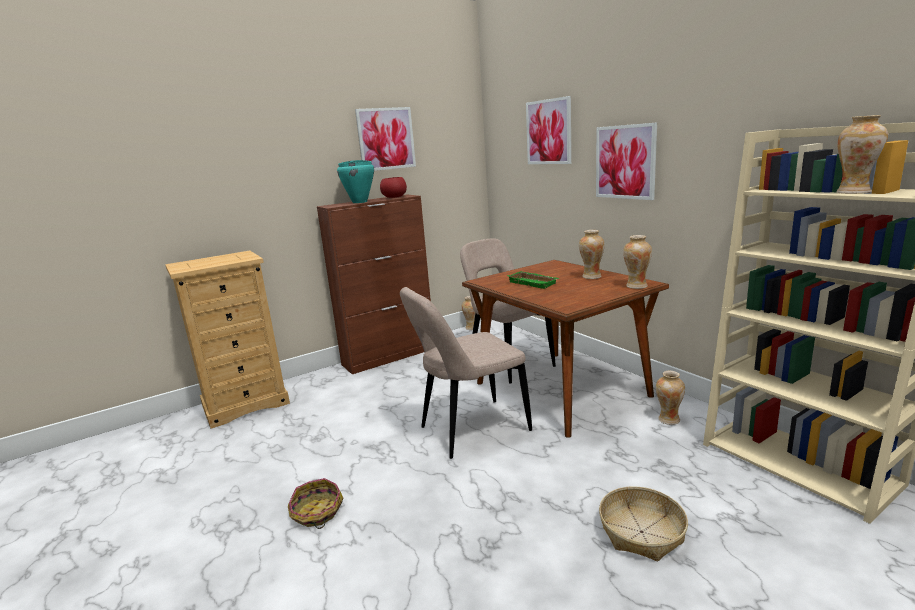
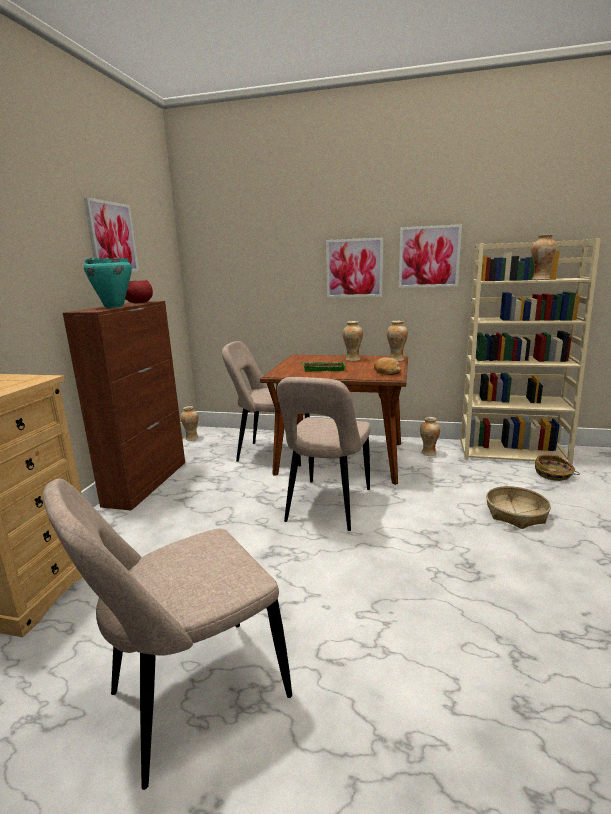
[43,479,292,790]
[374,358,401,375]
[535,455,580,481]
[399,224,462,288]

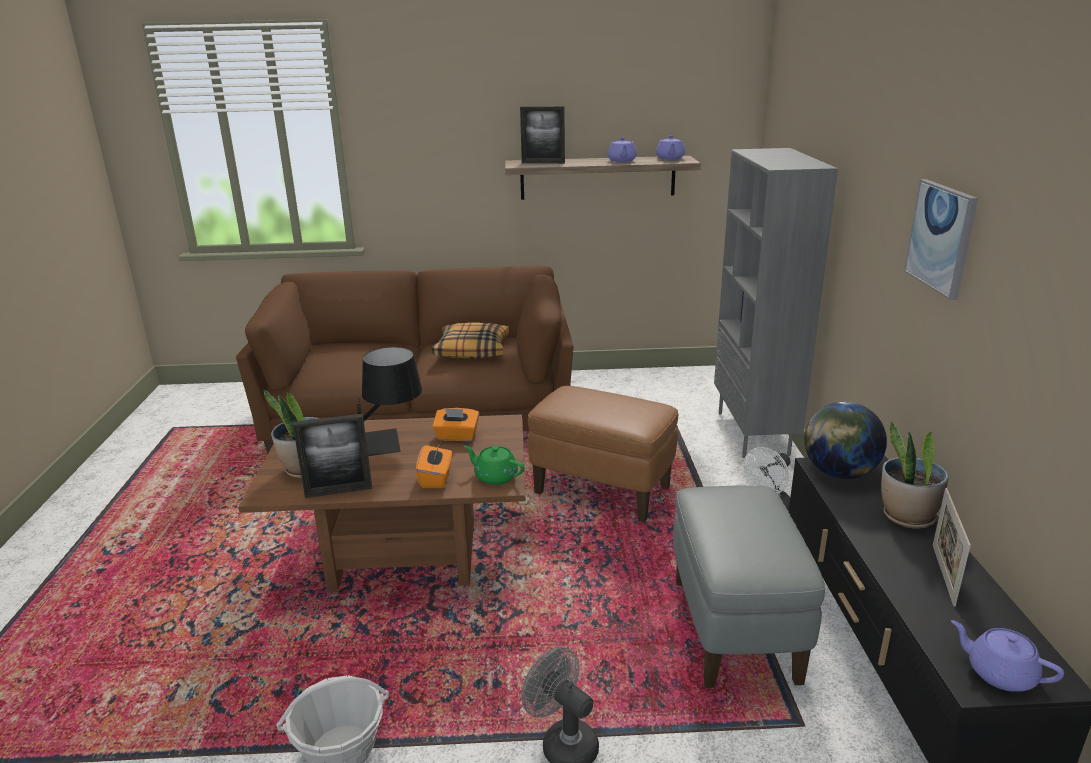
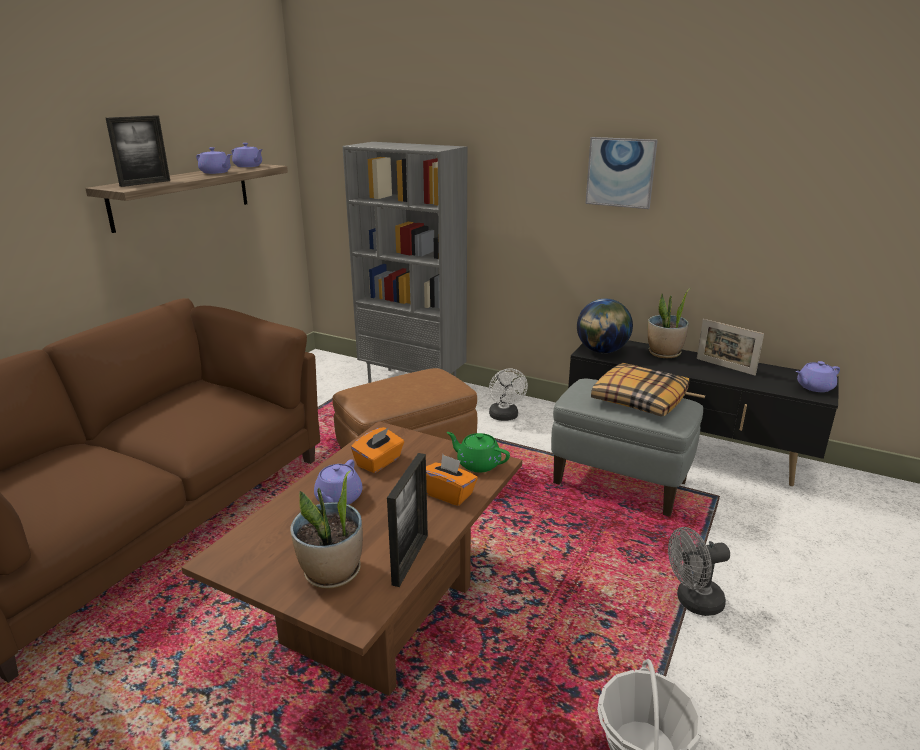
[591,363,689,417]
[314,459,363,505]
[446,432,510,472]

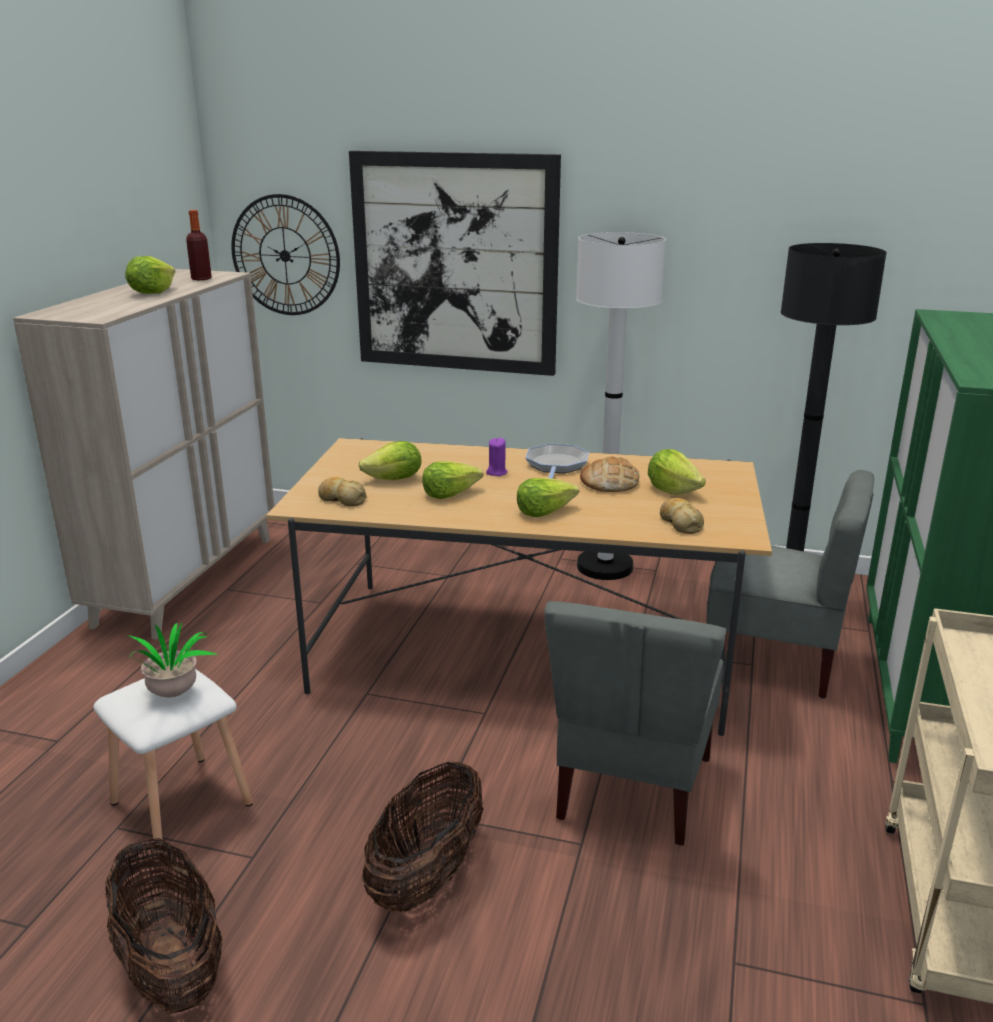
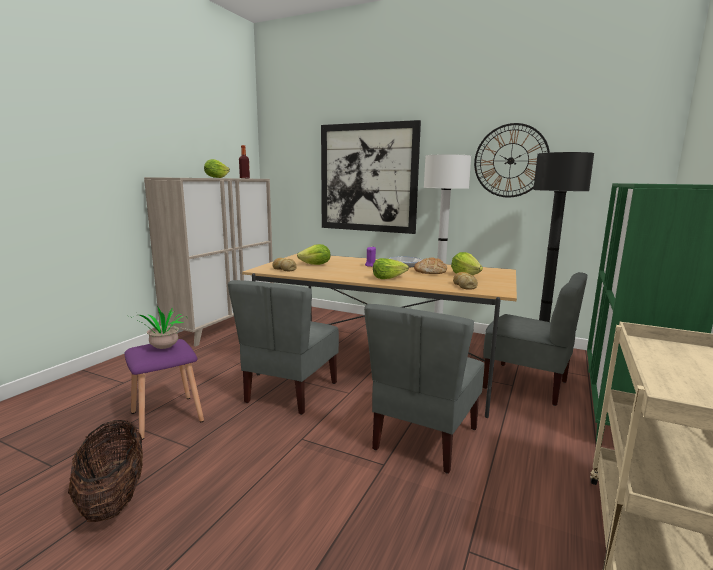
[362,762,483,913] (first image)
[422,461,483,499] (first image)
[228,280,339,415]
[474,123,550,197]
[124,339,204,440]

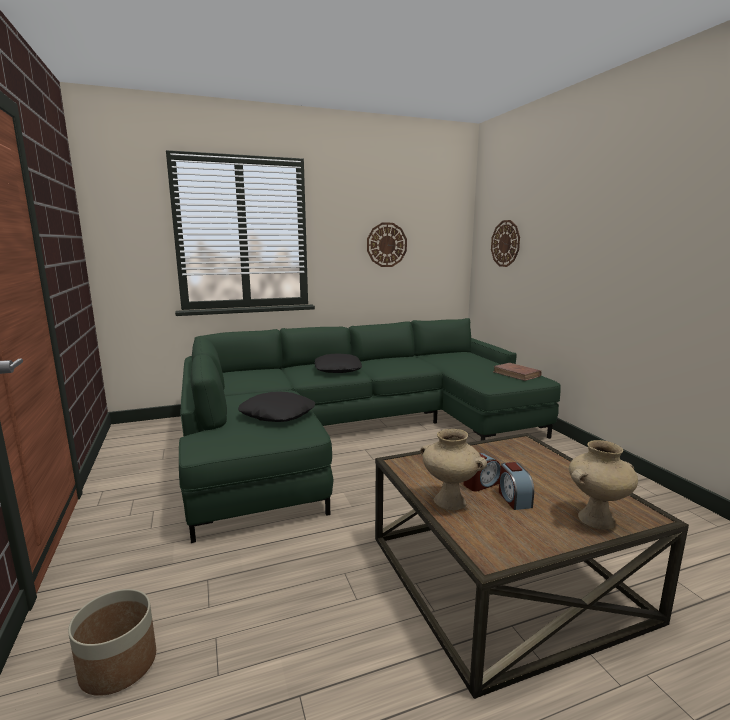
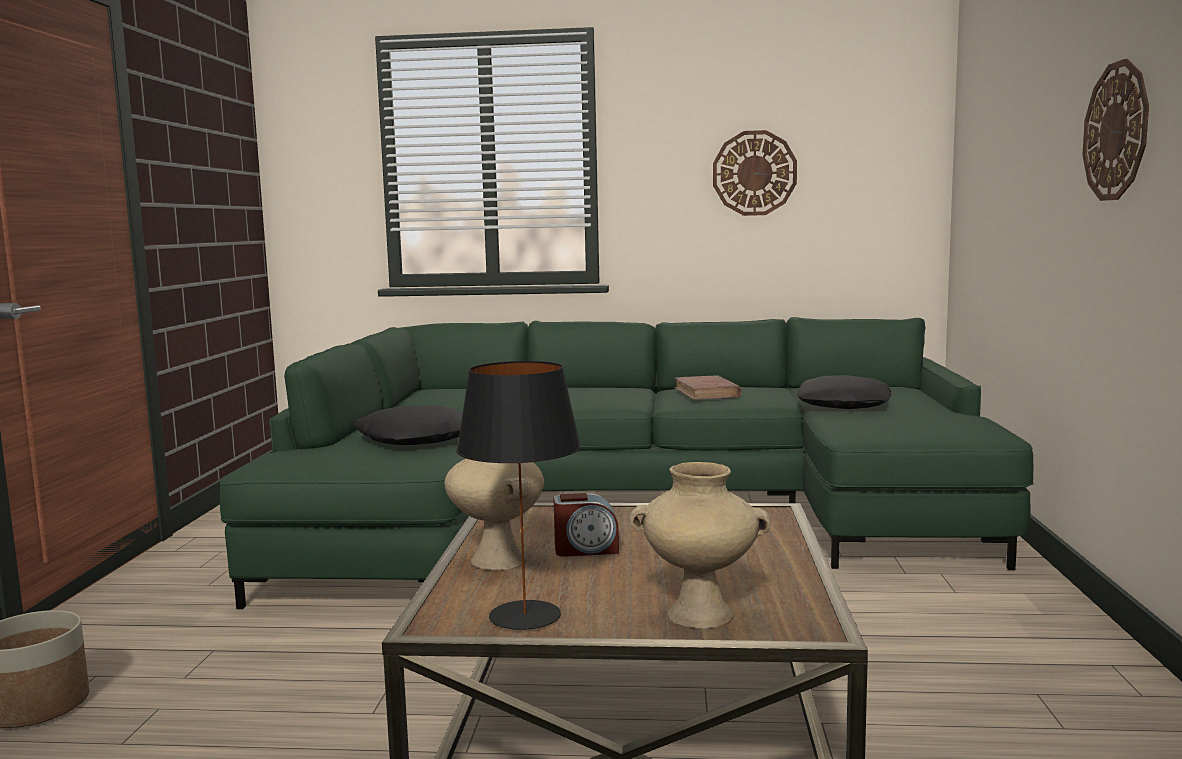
[499,462,534,510] (first image)
[456,361,581,630]
[797,375,892,409]
[1083,59,1149,201]
[674,375,741,400]

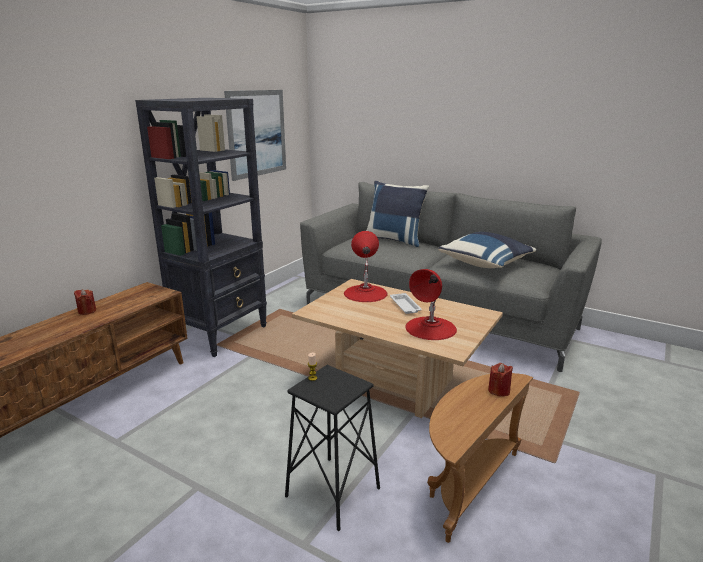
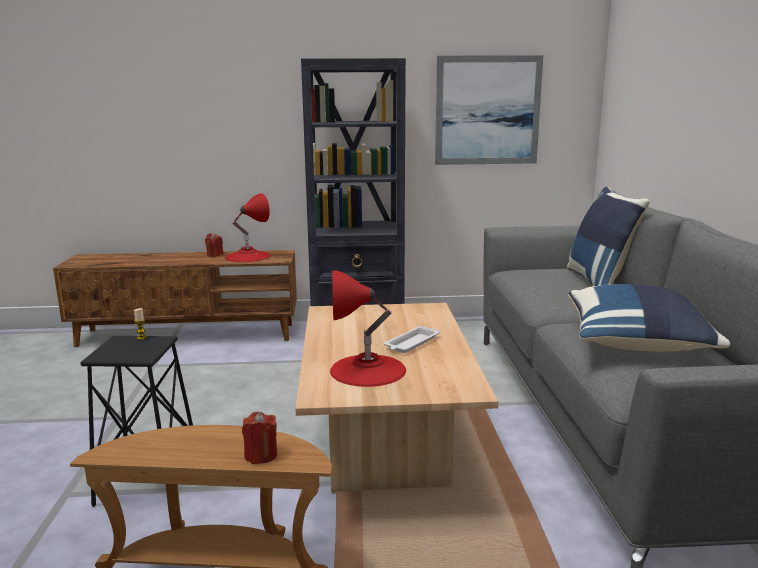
[225,193,271,262]

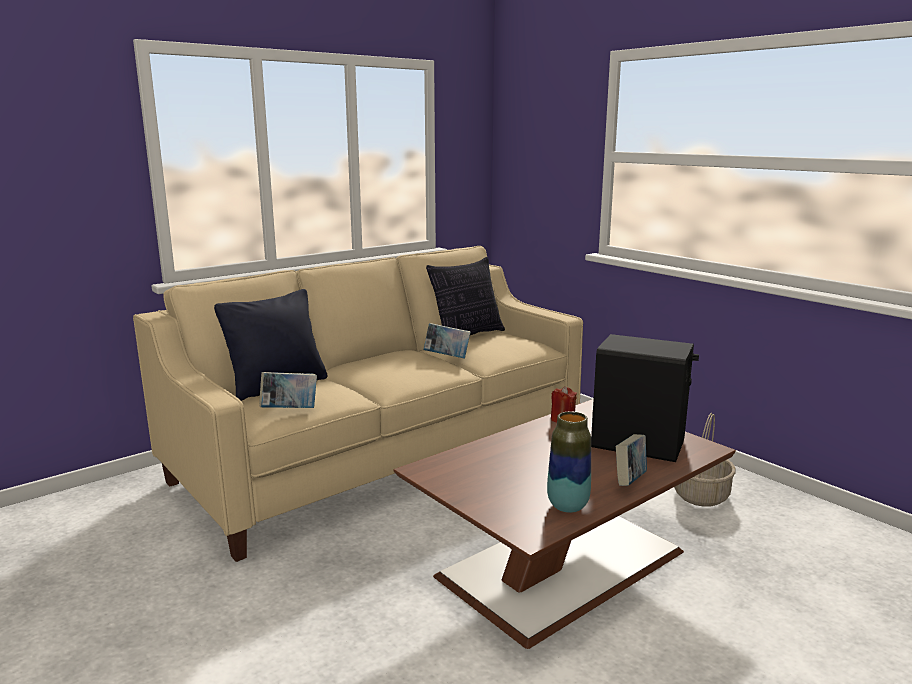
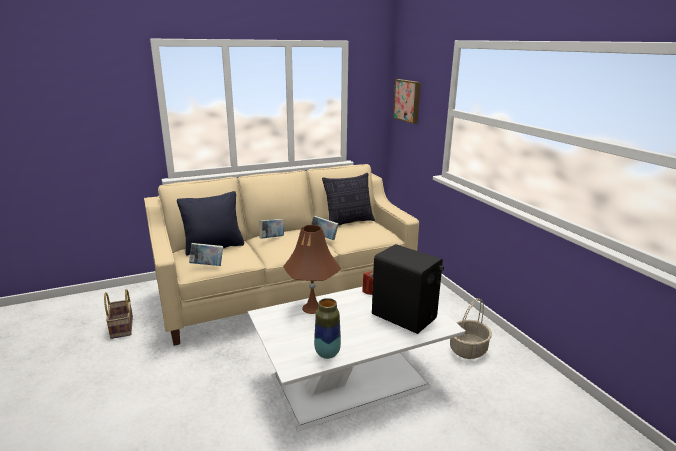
[104,289,133,339]
[283,225,341,314]
[393,79,421,124]
[259,219,284,239]
[248,287,466,431]

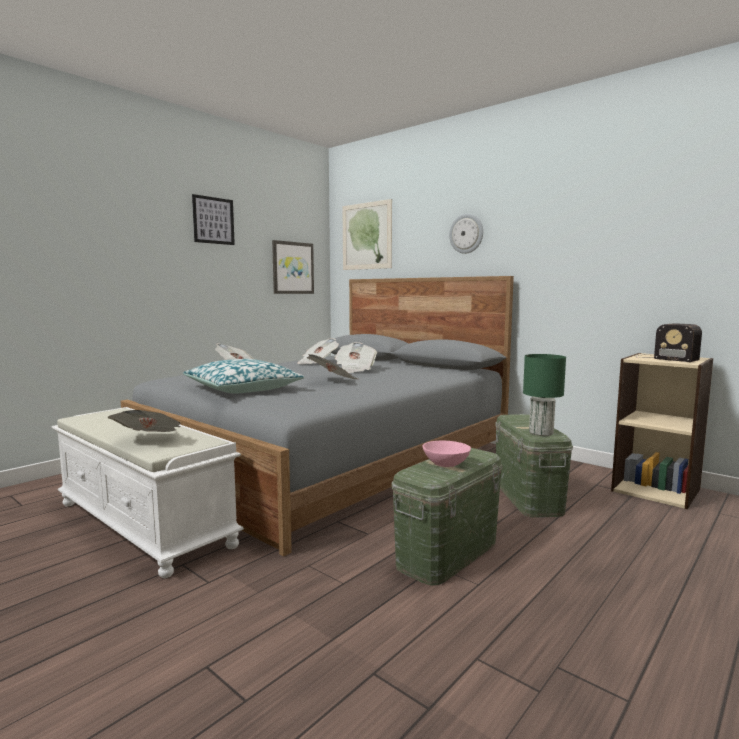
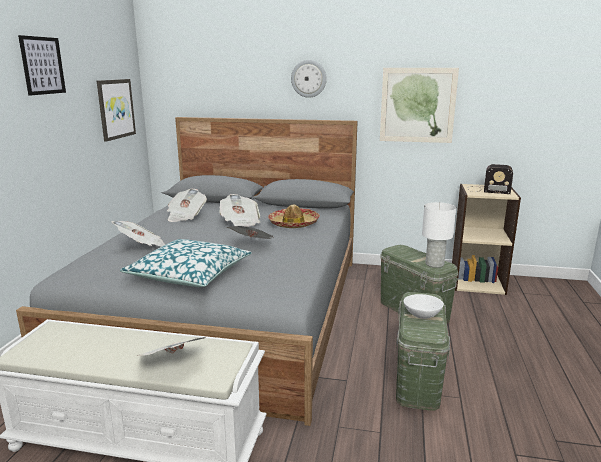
[268,205,320,228]
[380,68,459,143]
[404,294,444,319]
[422,202,456,268]

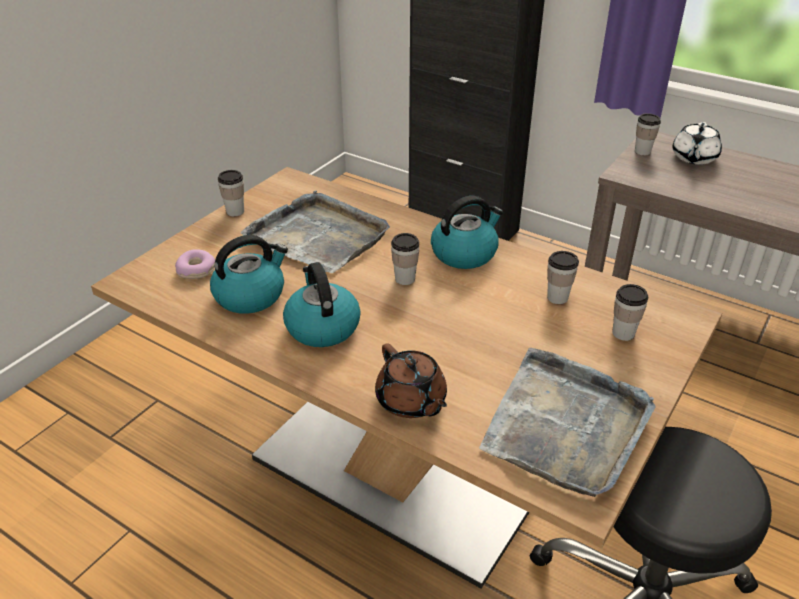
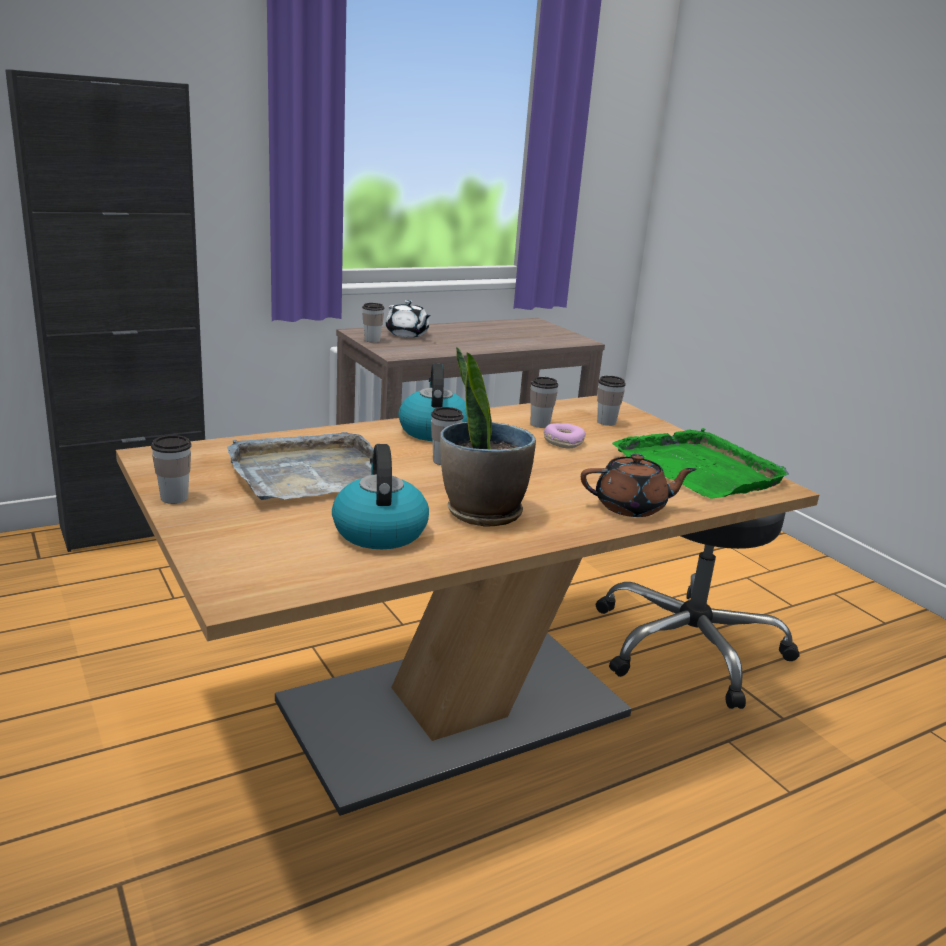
[544,423,586,449]
[440,347,536,526]
[612,428,789,498]

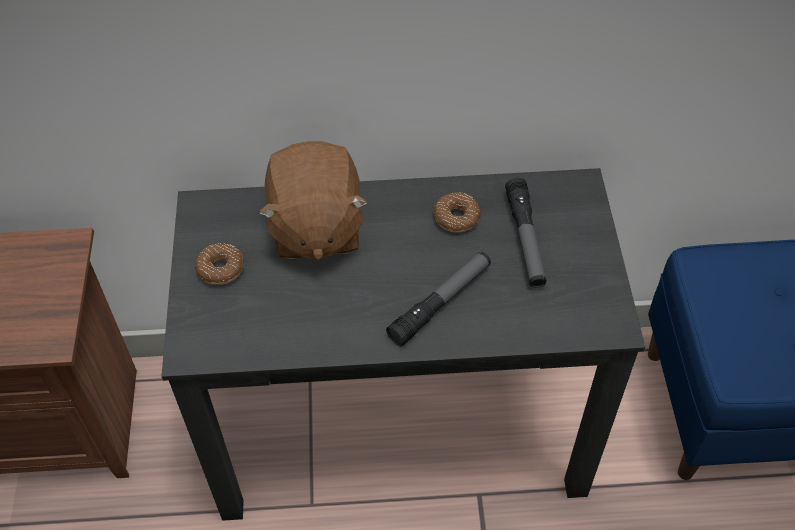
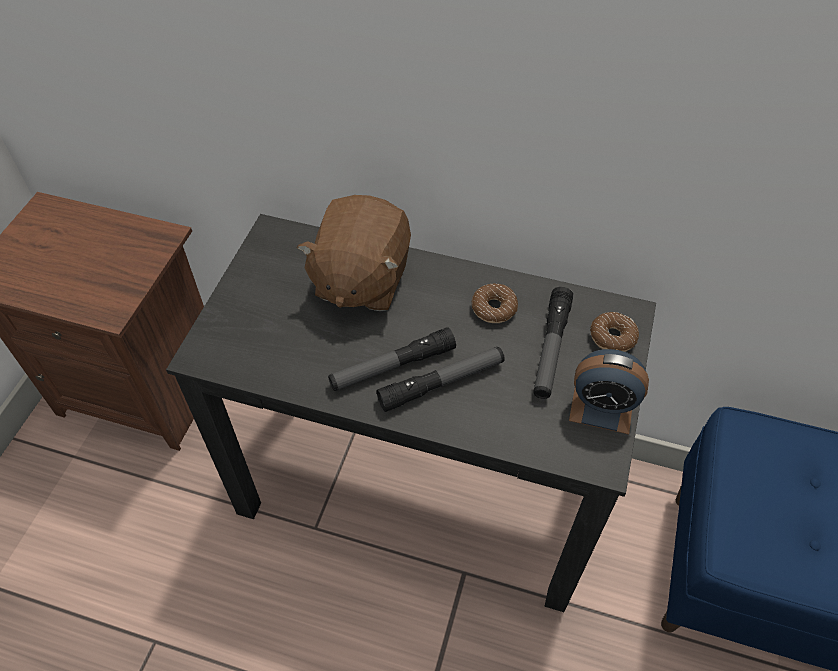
[328,327,456,391]
[569,349,649,434]
[590,312,639,352]

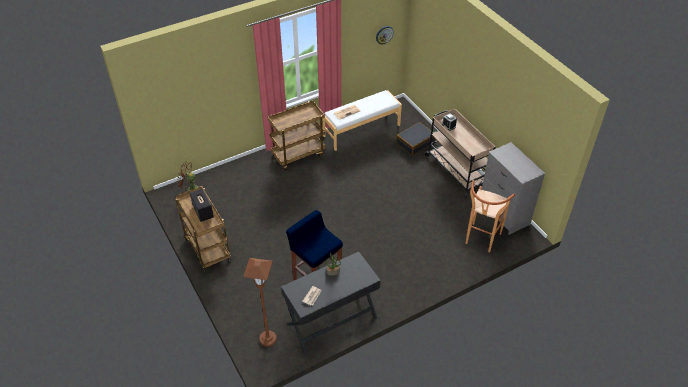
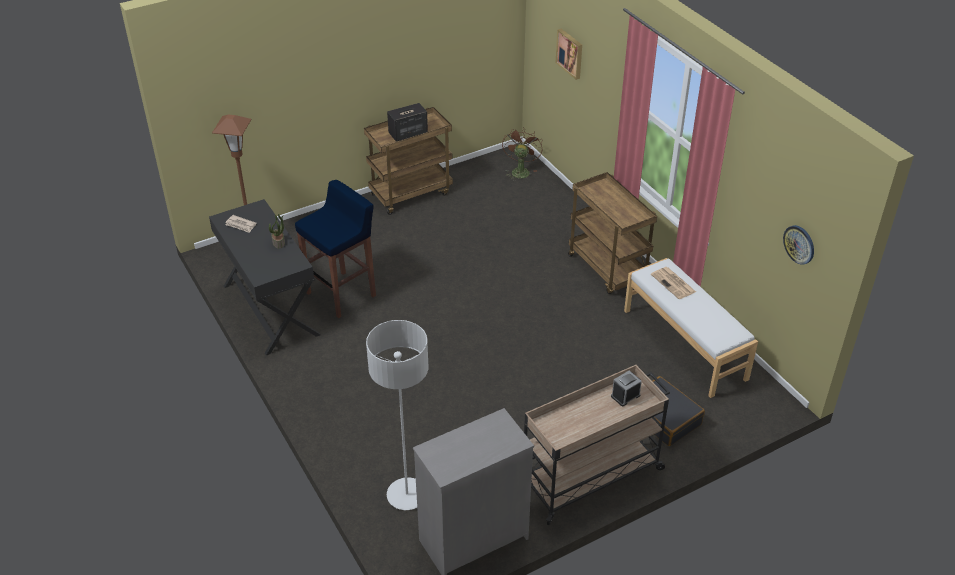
[556,29,582,80]
[366,320,428,510]

